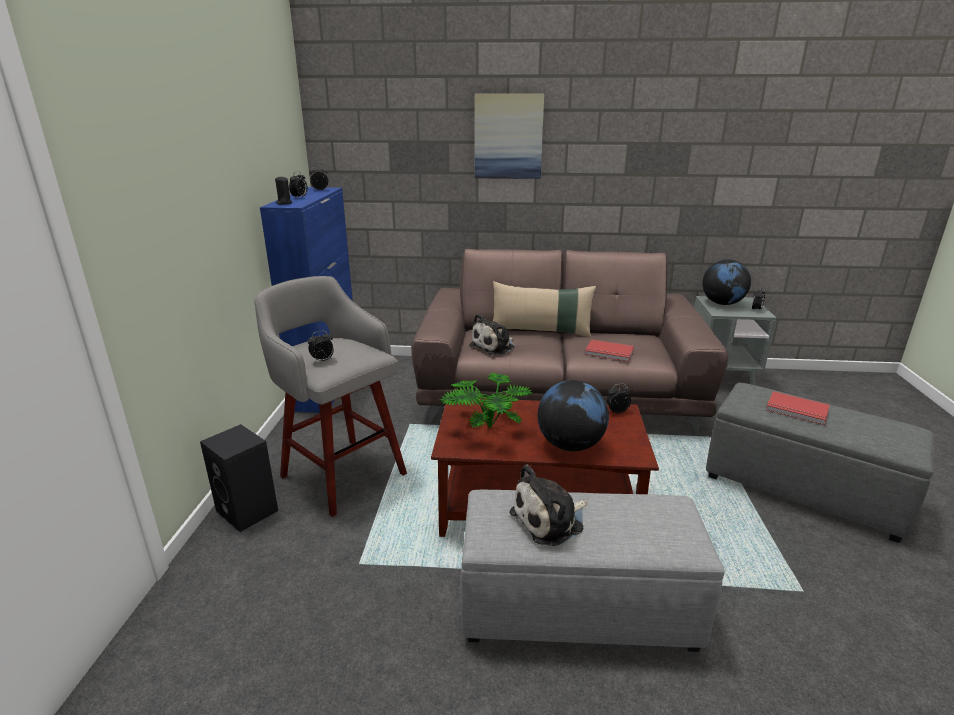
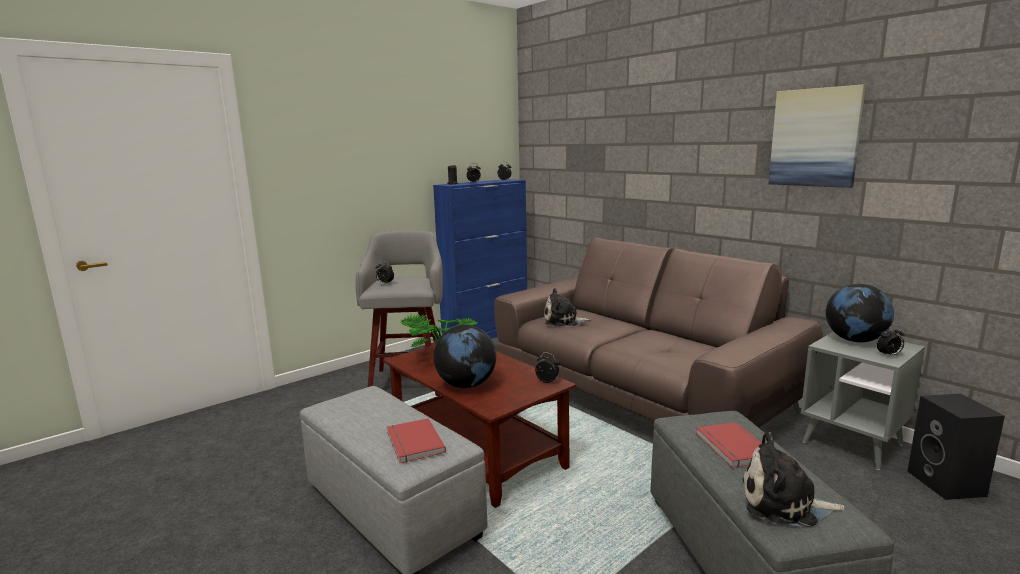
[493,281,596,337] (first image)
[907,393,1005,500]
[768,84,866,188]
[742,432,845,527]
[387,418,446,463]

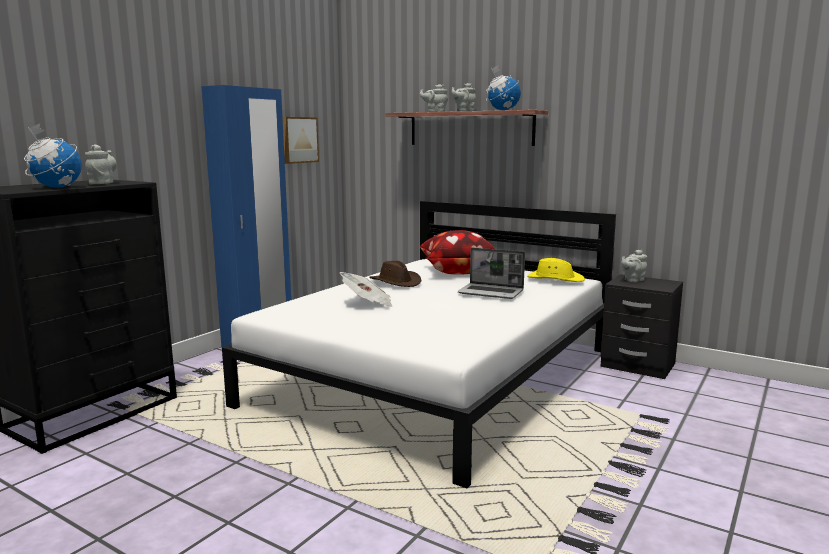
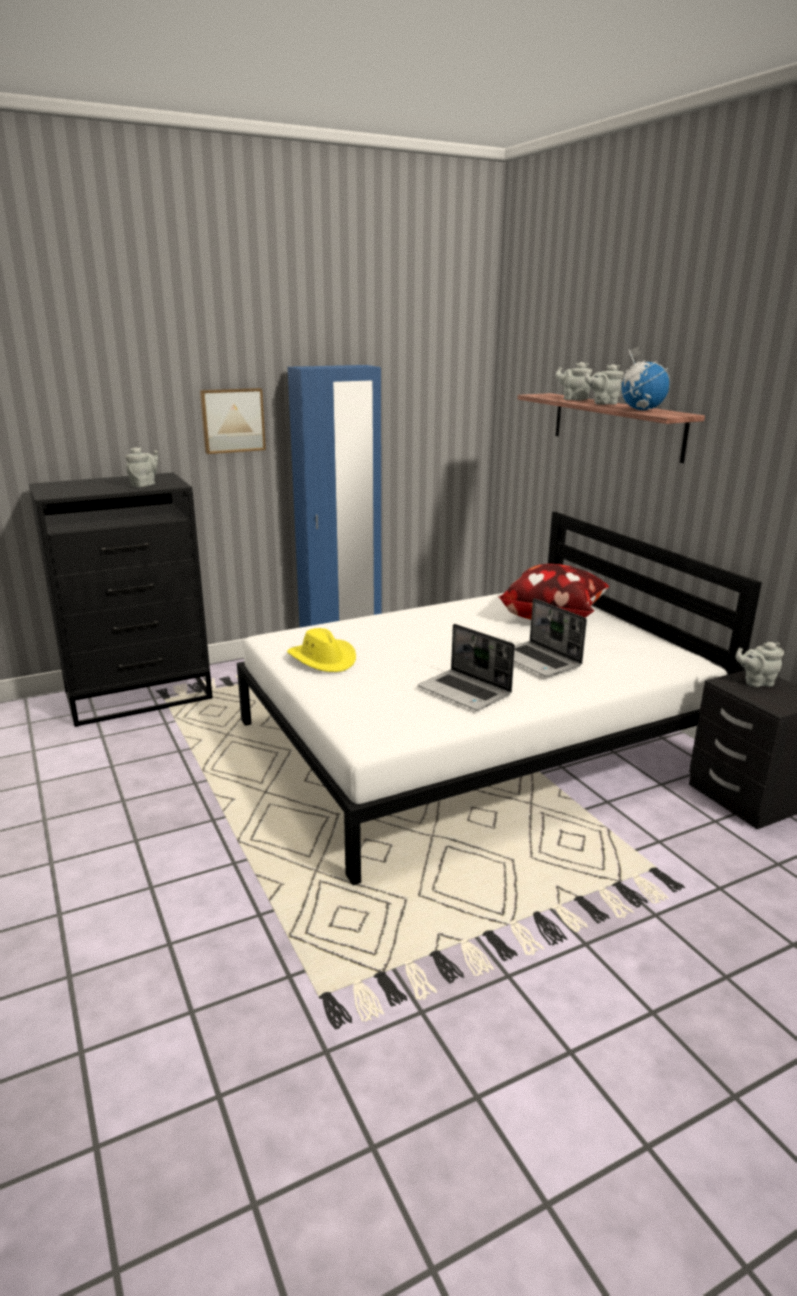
[24,123,82,187] (first image)
[340,272,393,307] (first image)
[369,261,421,287] (first image)
[418,624,515,711]
[200,388,266,454]
[287,628,356,672]

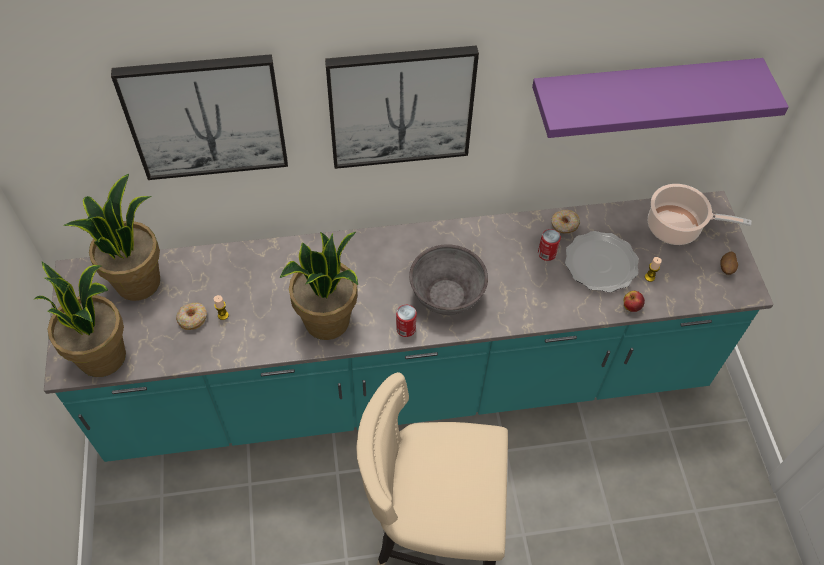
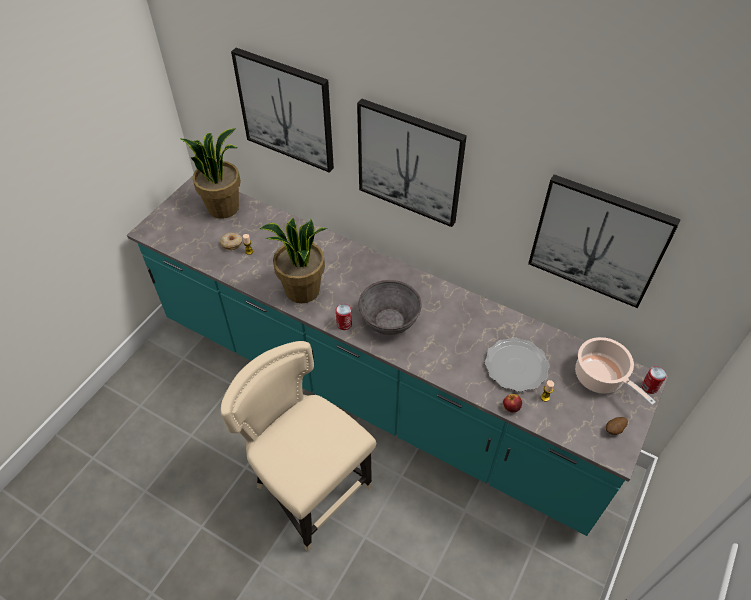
[33,262,126,377] (first image)
[551,210,580,233] (first image)
[641,366,667,394]
[528,174,681,308]

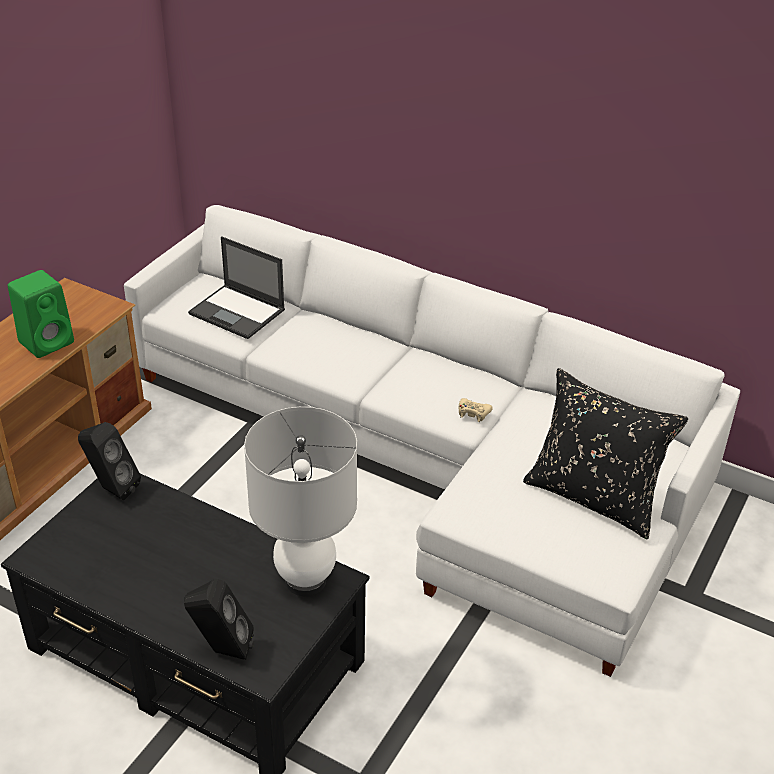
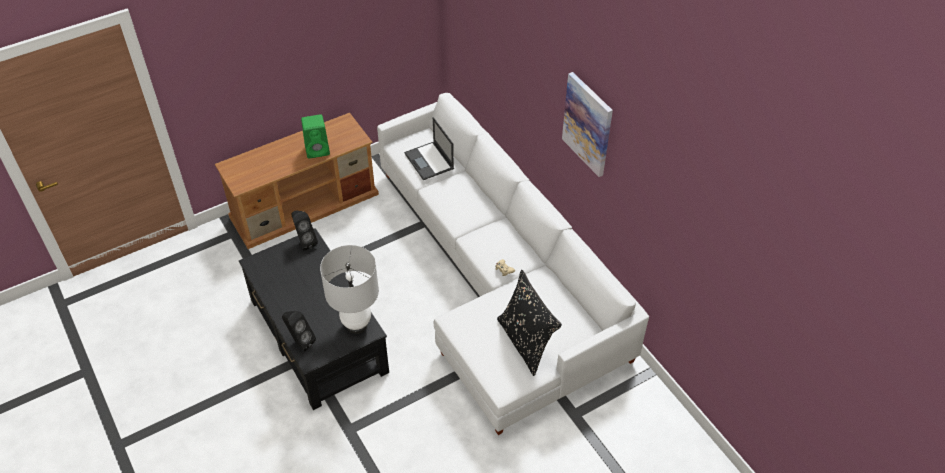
[562,72,613,177]

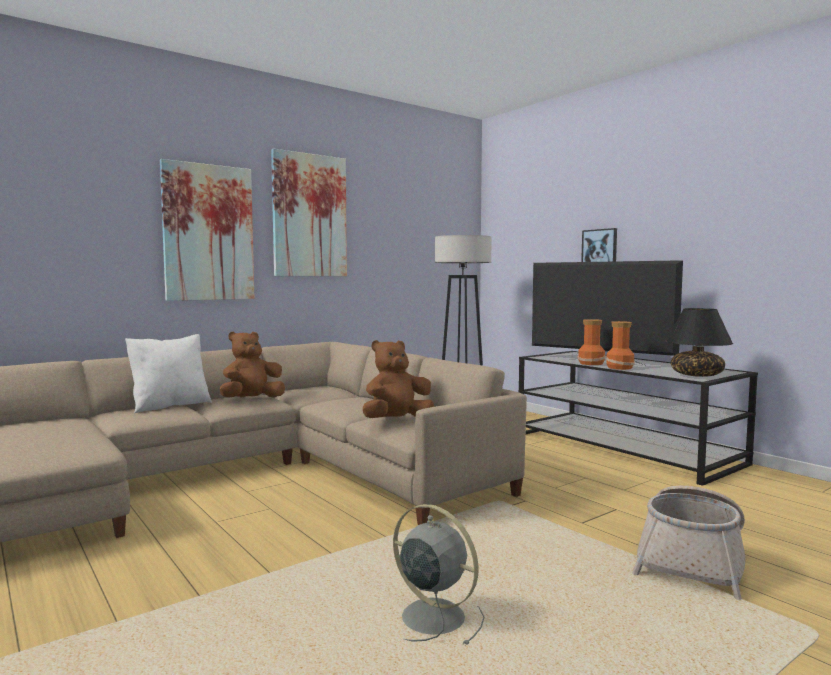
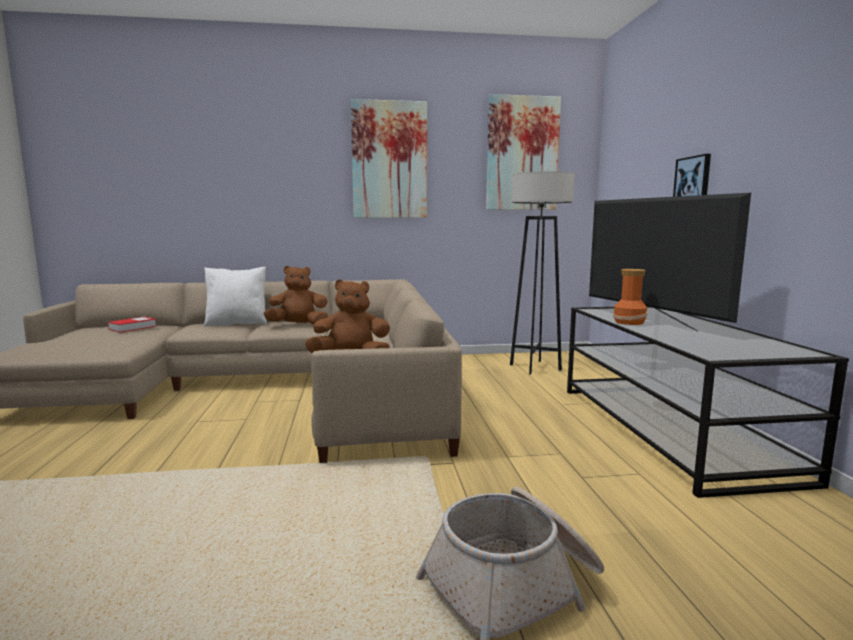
[393,504,484,646] (first image)
[606,321,635,370] (first image)
[666,308,733,377] (first image)
[108,317,156,332]
[486,94,561,210]

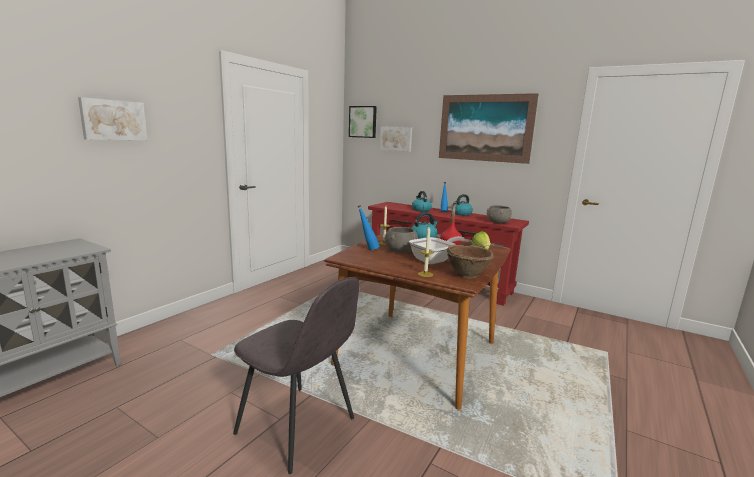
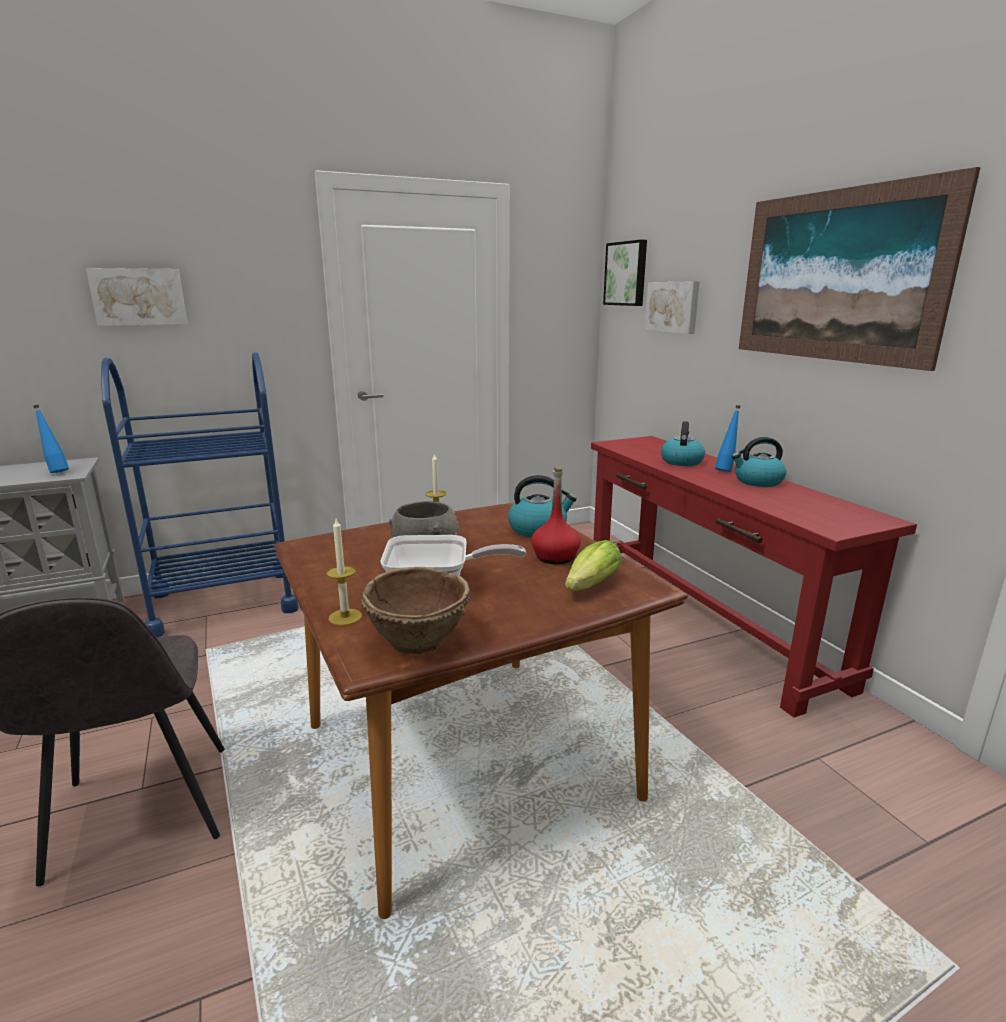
[487,205,512,223] (first image)
[101,352,299,638]
[33,405,69,473]

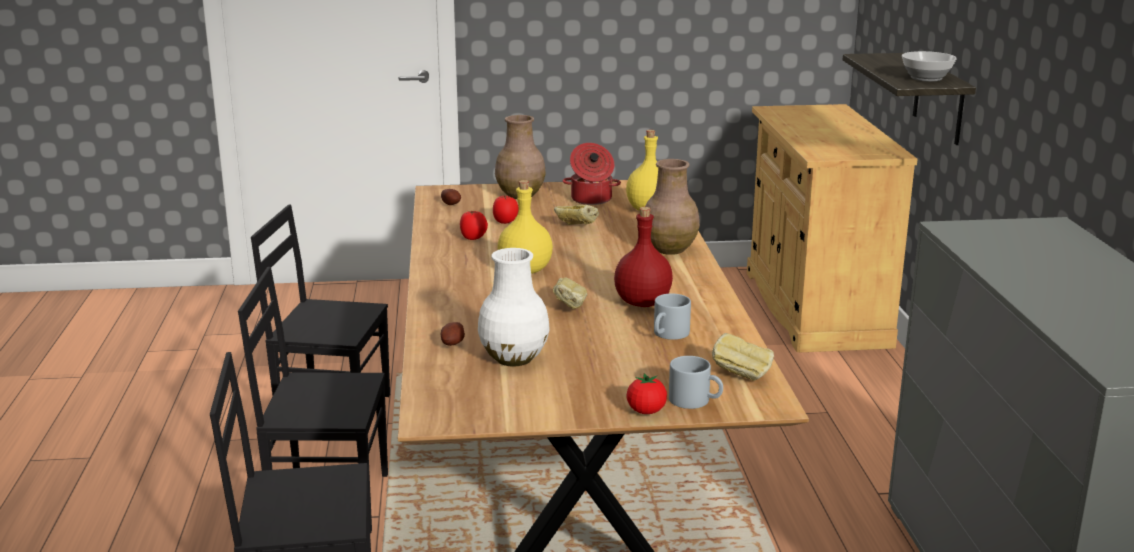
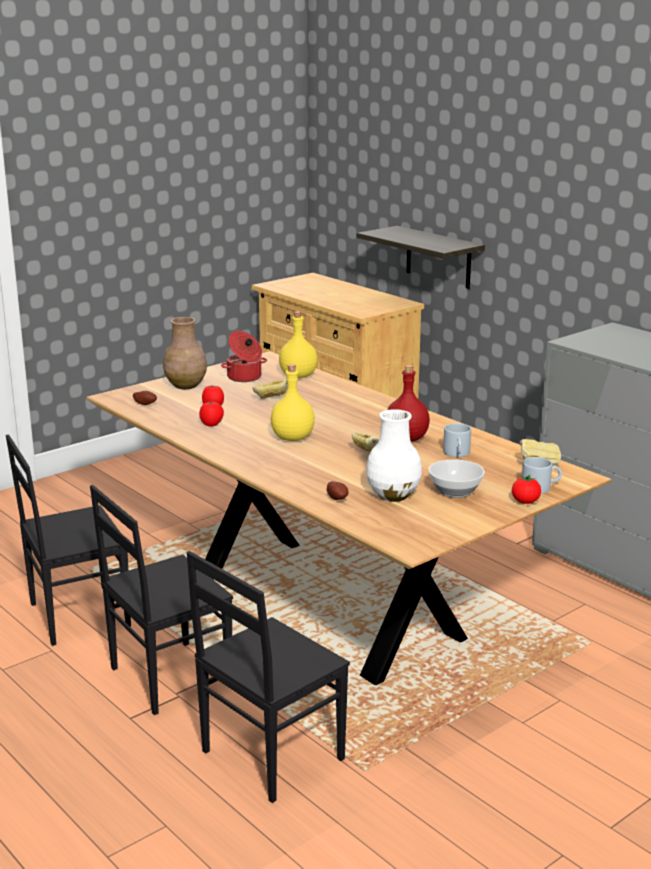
[645,159,700,255] (first image)
[428,460,485,498]

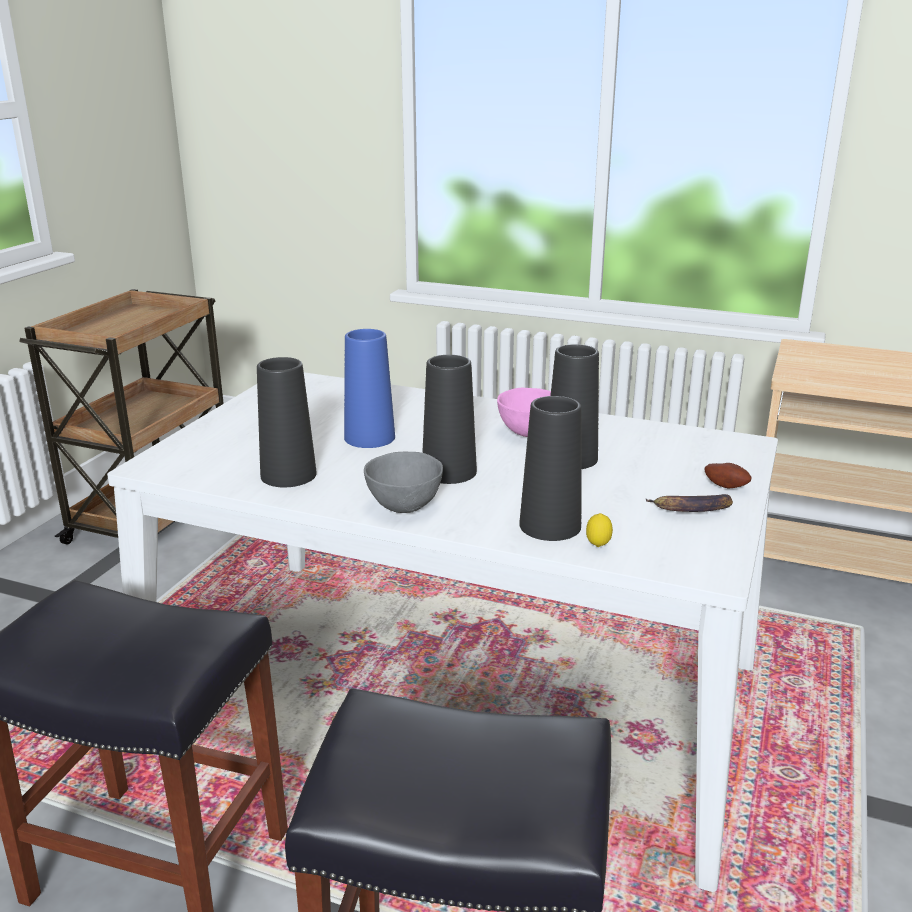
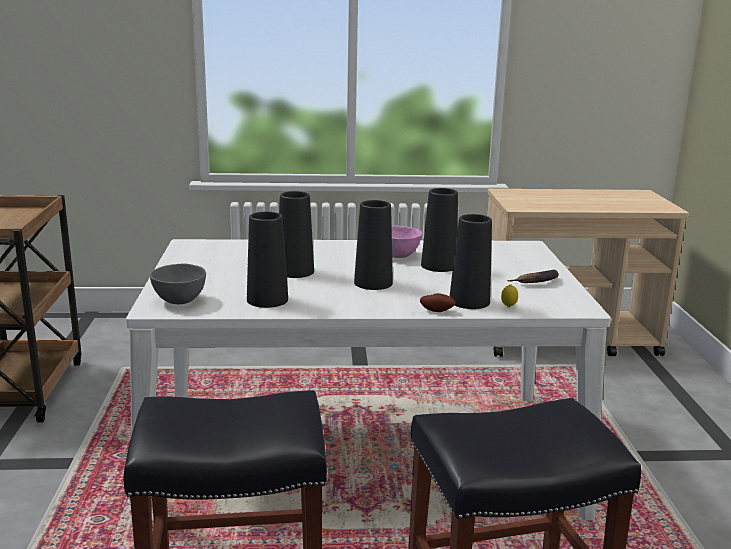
[150,264,206,304]
[420,293,456,312]
[279,191,314,278]

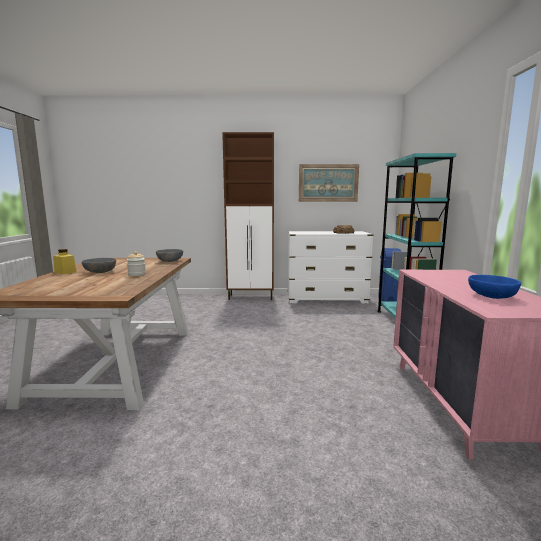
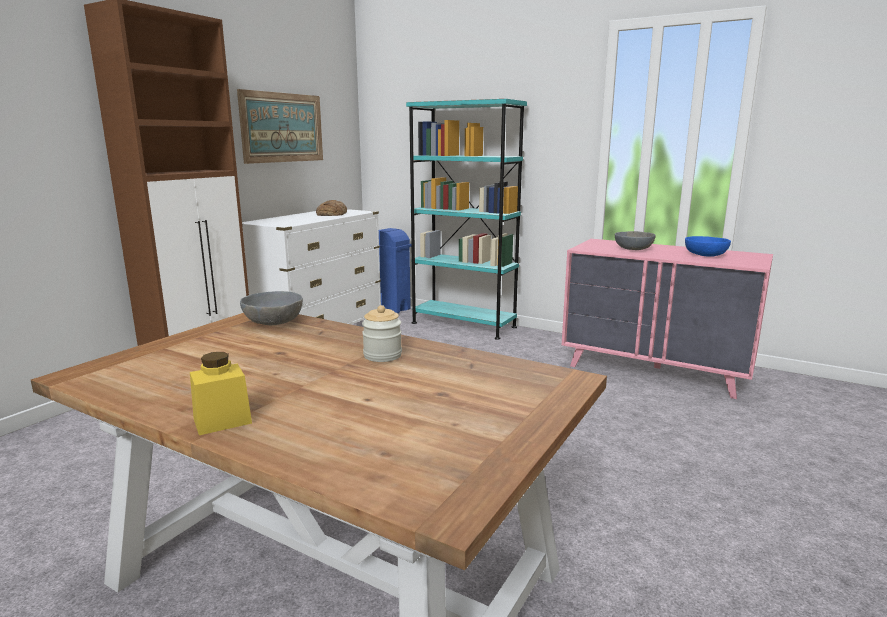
[615,231,656,250]

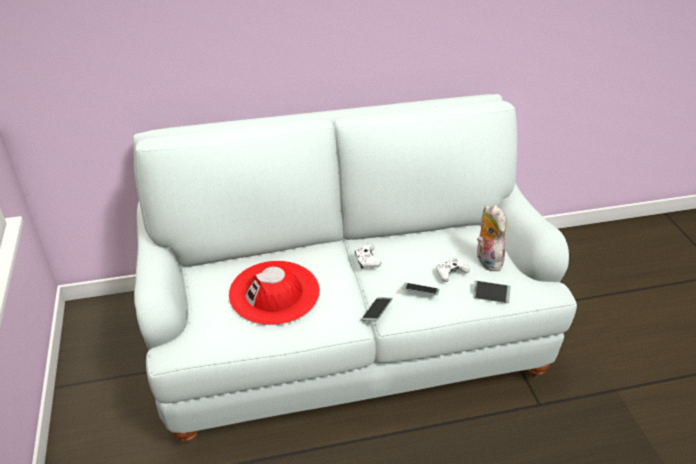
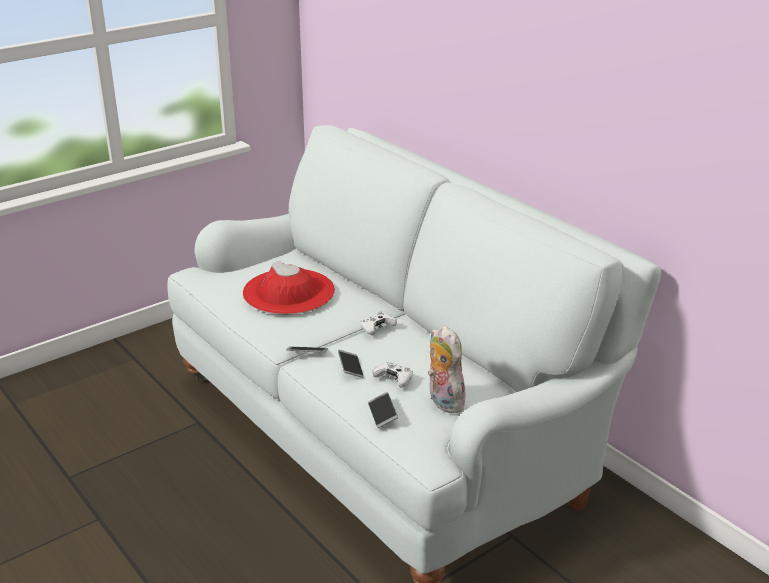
[428,326,466,413]

